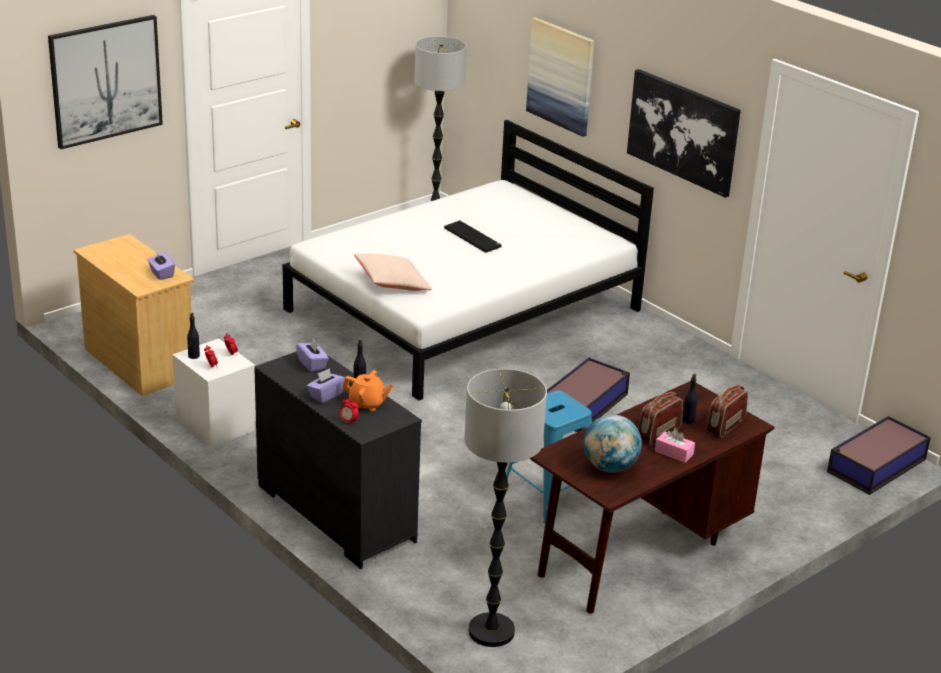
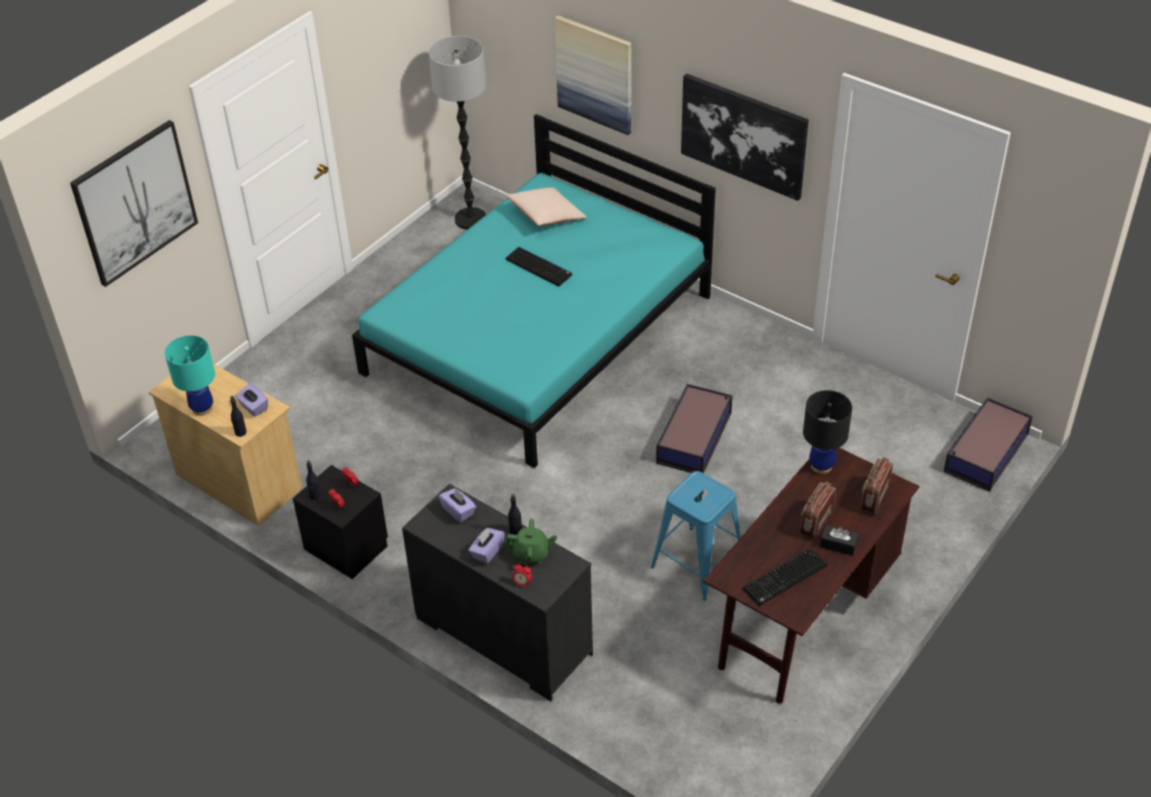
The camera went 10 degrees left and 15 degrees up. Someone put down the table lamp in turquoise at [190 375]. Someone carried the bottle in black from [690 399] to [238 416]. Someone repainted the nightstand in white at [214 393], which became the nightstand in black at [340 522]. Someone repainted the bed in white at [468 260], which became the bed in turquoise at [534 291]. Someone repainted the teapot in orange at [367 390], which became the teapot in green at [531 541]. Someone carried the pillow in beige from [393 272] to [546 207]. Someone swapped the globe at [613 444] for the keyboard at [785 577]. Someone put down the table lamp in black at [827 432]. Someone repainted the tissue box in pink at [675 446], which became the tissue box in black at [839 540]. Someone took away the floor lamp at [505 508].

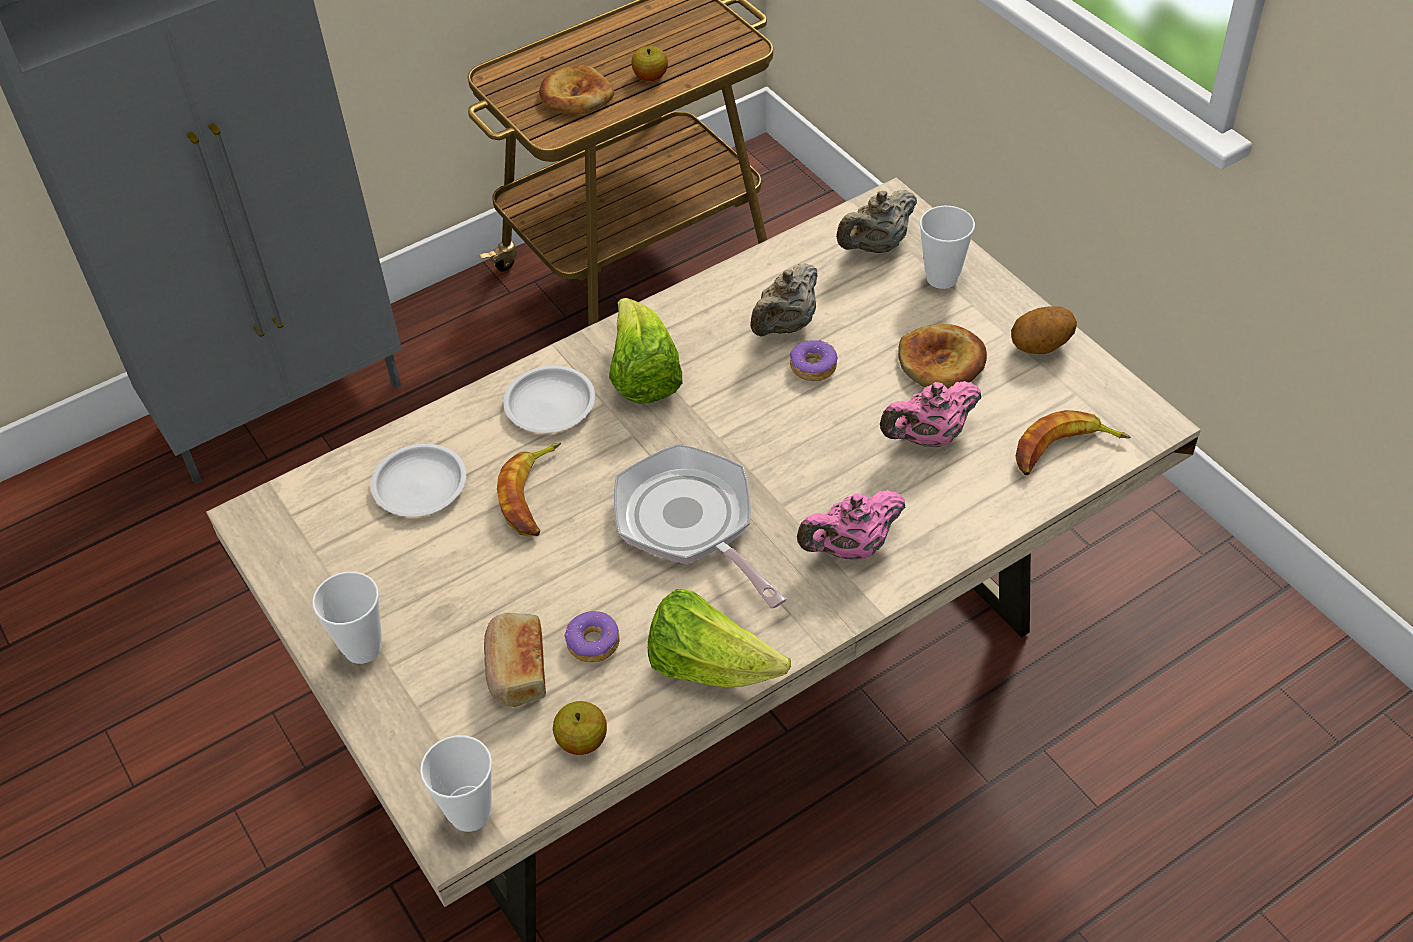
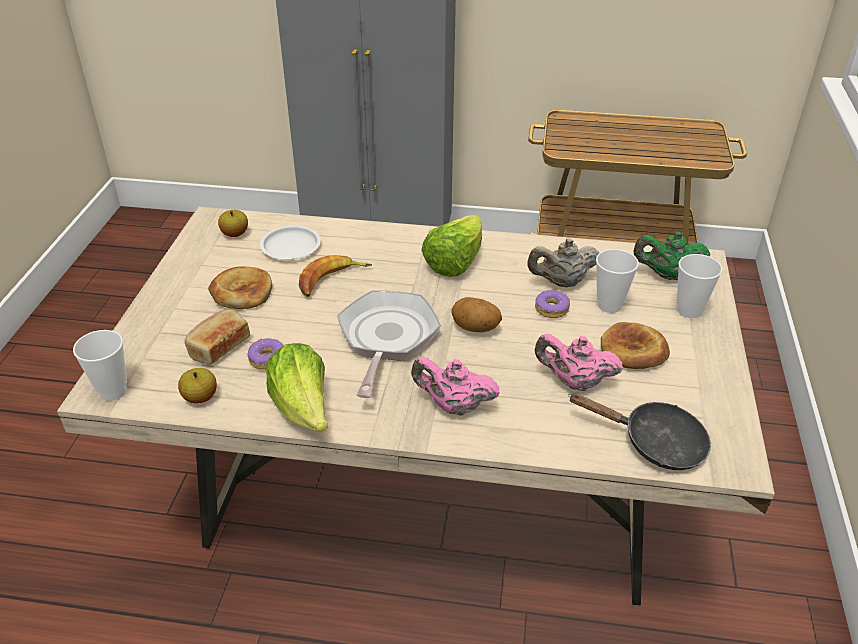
The camera went 40 degrees right and 10 degrees down. Someone carried the bread from [576 90] to [240 287]. Someone carried the apple from [649 63] to [233 223]. Someone carried the potato from [1044 330] to [476 314]. Someone swapped the banana at [1073 442] for the frying pan in black at [639 431]. Someone carried the cup from [347 618] to [617 281]. Someone repainted the teapot in beige at [876 221], which became the teapot in green at [672 255]. Someone took away the plate in white at [549 399].

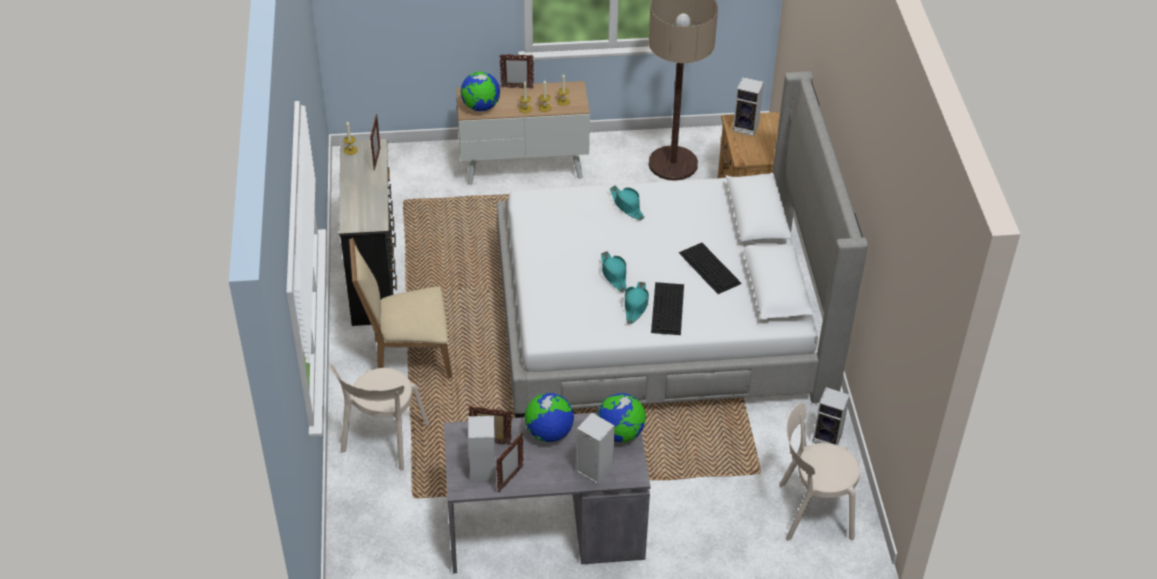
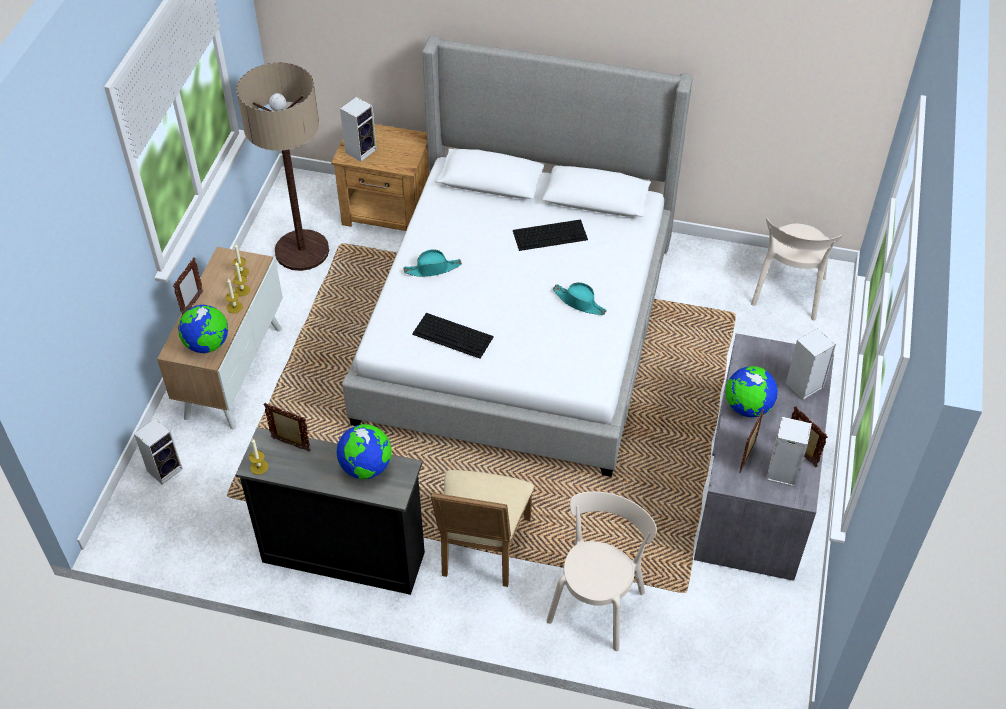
The camera went 70 degrees left and 5 degrees up. Someone carried the speaker from [831 416] to [158 451]. Someone carried the globe from [621 417] to [364 451]. Someone carried the keyboard from [667 308] to [453 336]. Someone rotated the chair in beige at [379 417] by 105 degrees counterclockwise. Someone took away the hat in turquoise at [614 271].

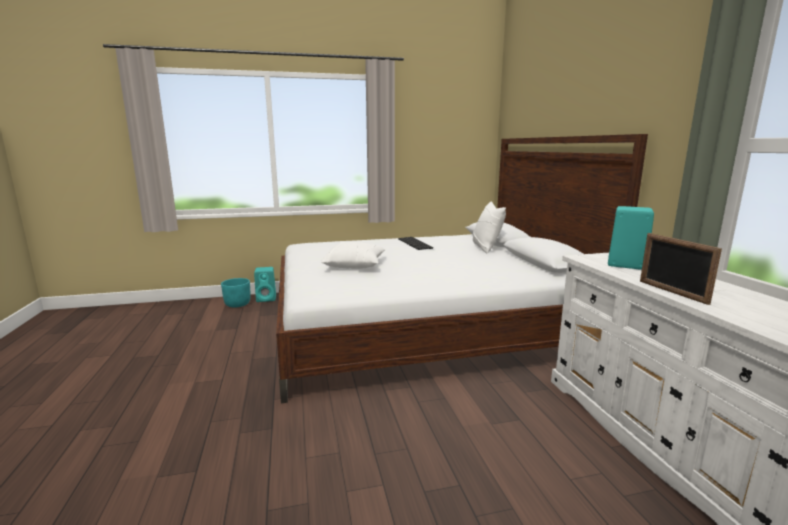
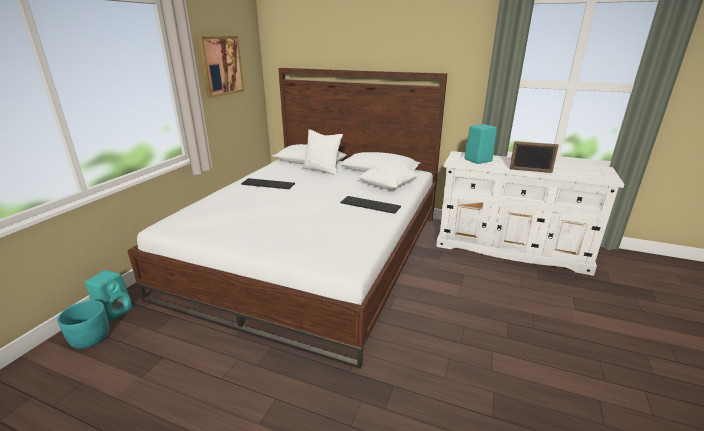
The camera went 55 degrees left and 10 degrees up. Someone put up the picture at [221 67]. Someone put down the keyboard at [370 205]. Someone carried the pillow in white from [353 255] to [388 176].

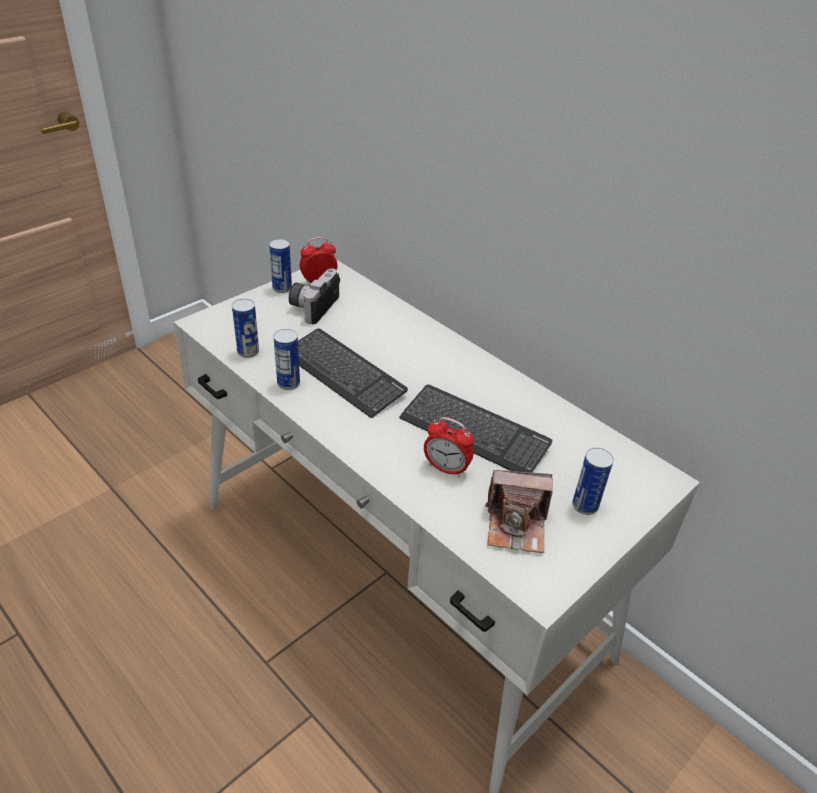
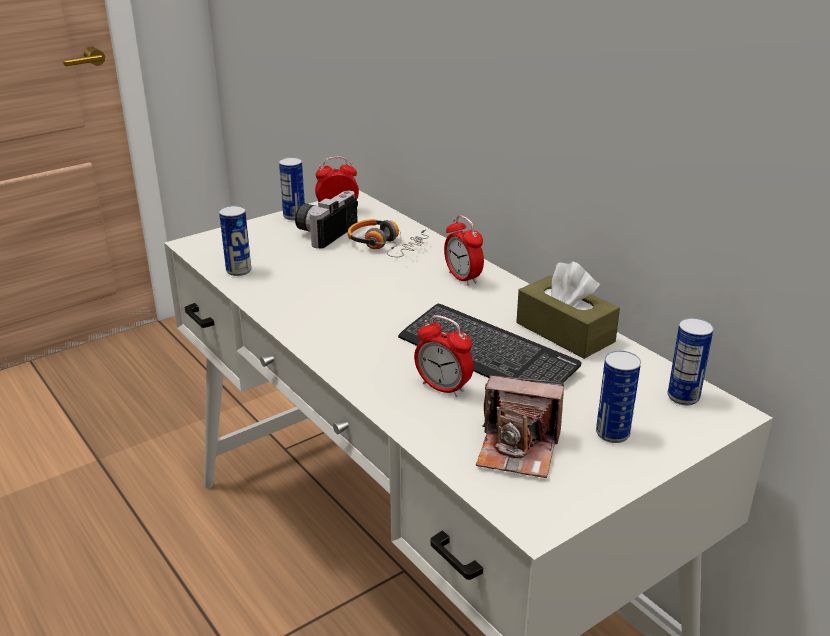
The camera went 10 degrees right and 10 degrees down. Someone put down the headphones at [388 238]. Someone put down the alarm clock at [464 250]. Someone put down the tissue box in brown at [568 310]. Someone carried the can from [287 359] to [690 361]. Someone took away the keyboard at [353 373].

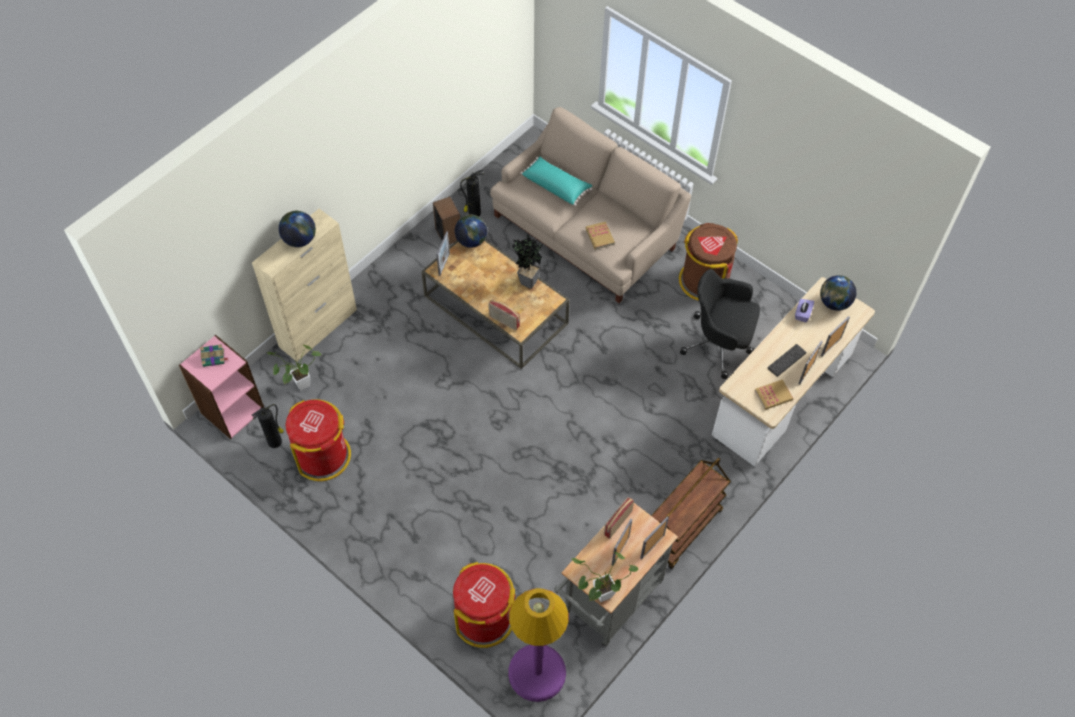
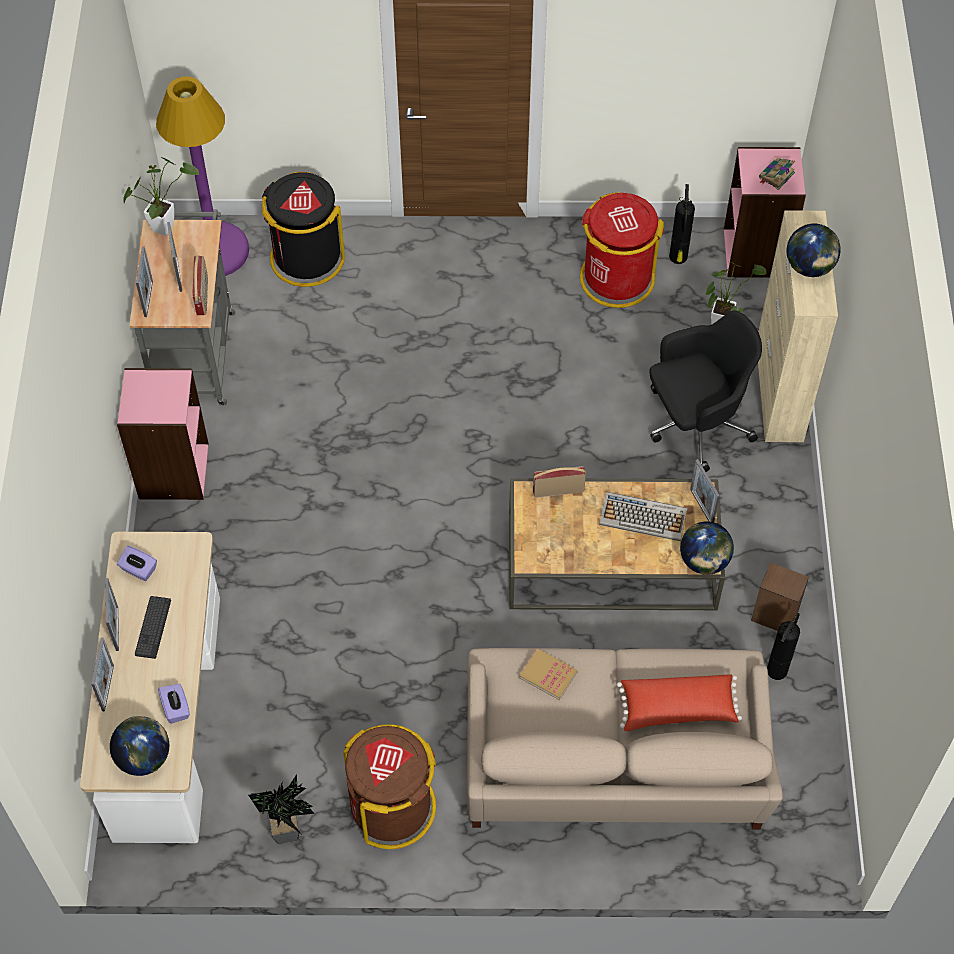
The camera went 140 degrees right and 0 degrees up. Someone swapped the cart in brown at [691 513] for the bookcase in pink at [163 434]. Someone swapped the book at [774 394] for the tissue box in purple at [137 563]. Someone carried the potted plant from [527 261] to [281 809]. Someone repainted the trash can in red at [484 605], which became the trash can in black at [303 229]. Someone put down the keyboard at [643 516]. Someone repainted the pillow in turquoise at [556 181], which became the pillow in red at [679 702]. Someone carried the office chair in black from [720 324] to [705 391].

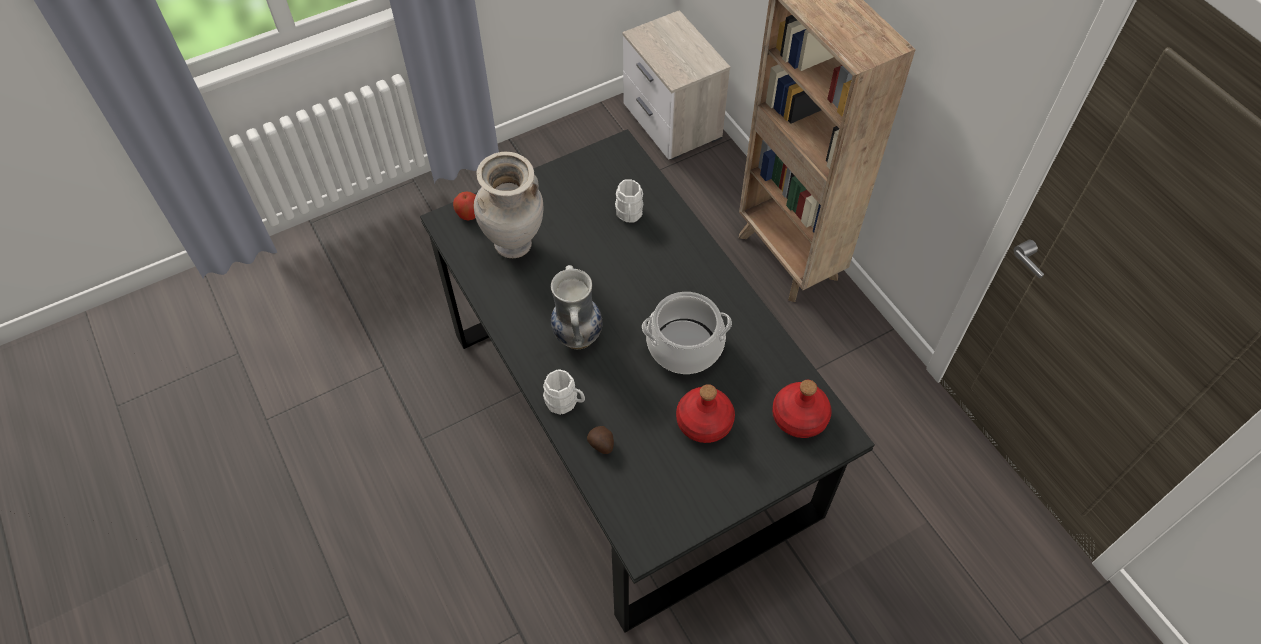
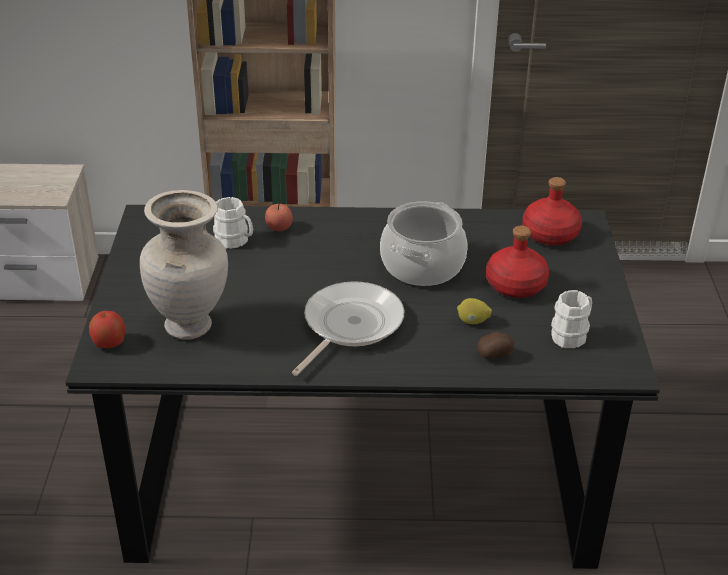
The camera went 60 degrees left and 20 degrees down. Someone put down the apple at [279 216]. Someone swapped the vase at [576 307] for the frying pan at [348 328]. Someone put down the lemon at [474 311]. Someone carried the mug in white from [564 392] to [571 319].

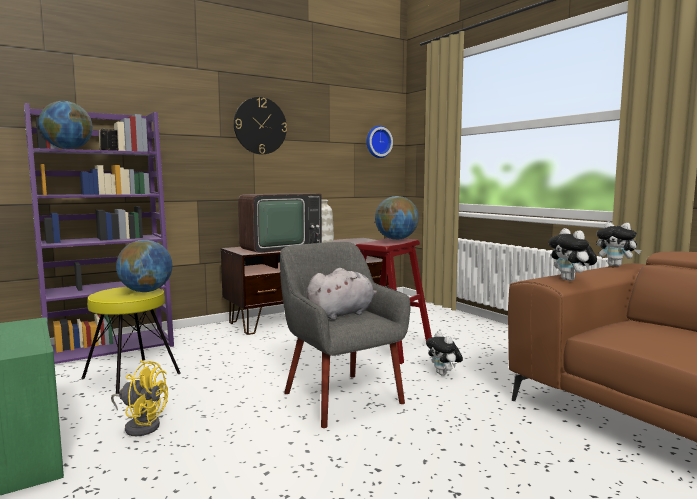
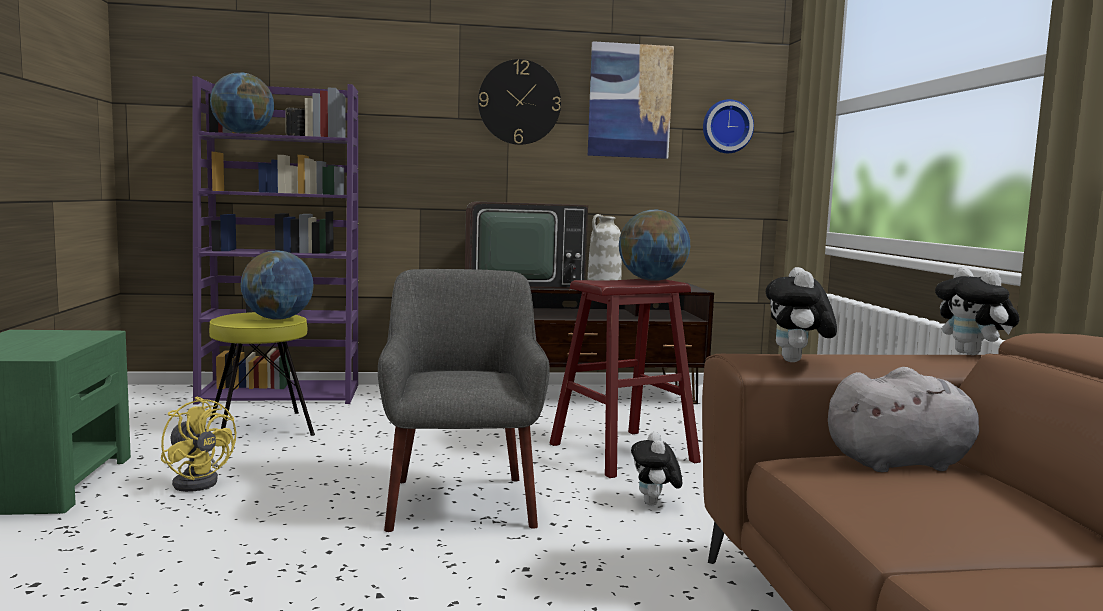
The camera went 25 degrees right and 0 degrees up. Someone put up the picture at [631 100]. Someone carried the plush toy in grey from [342 294] to [904 419].

